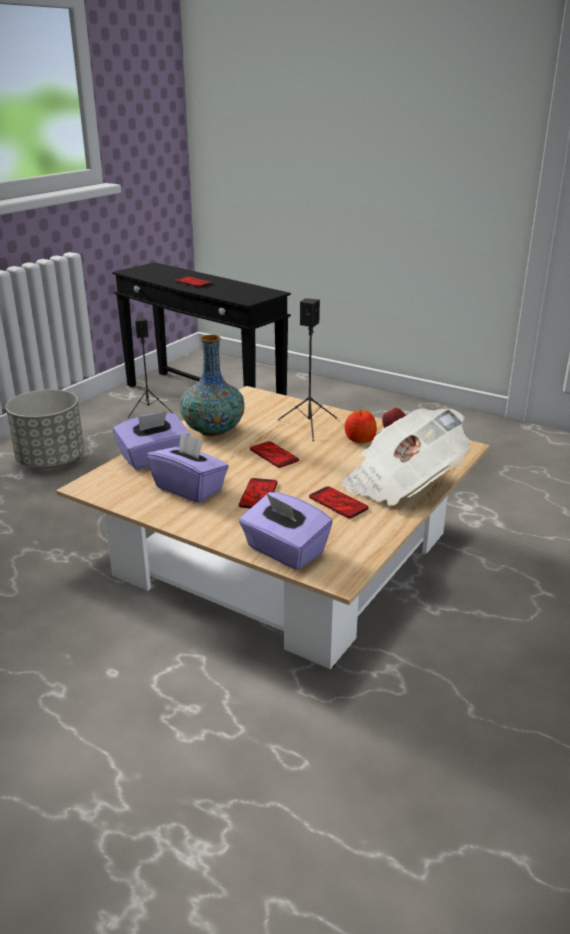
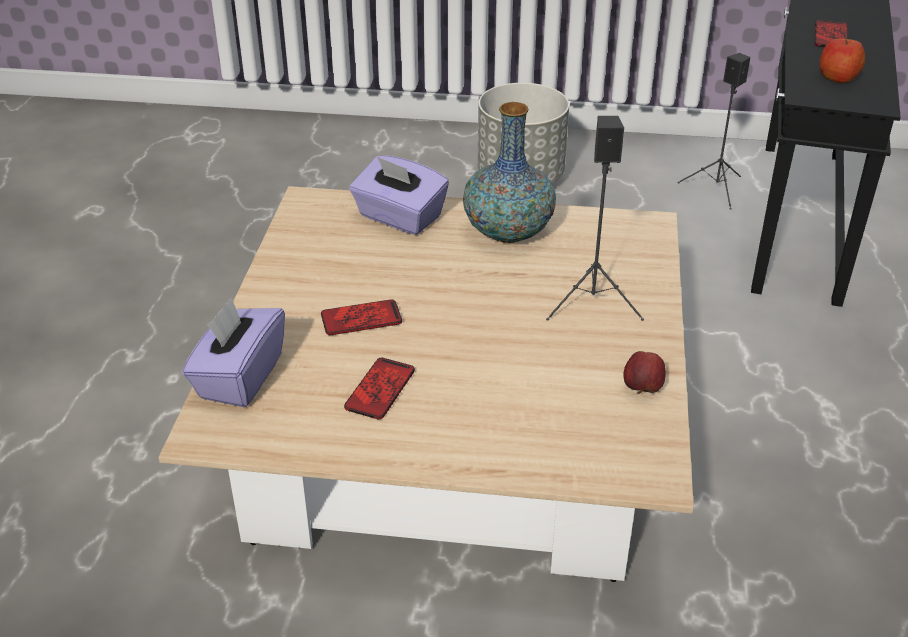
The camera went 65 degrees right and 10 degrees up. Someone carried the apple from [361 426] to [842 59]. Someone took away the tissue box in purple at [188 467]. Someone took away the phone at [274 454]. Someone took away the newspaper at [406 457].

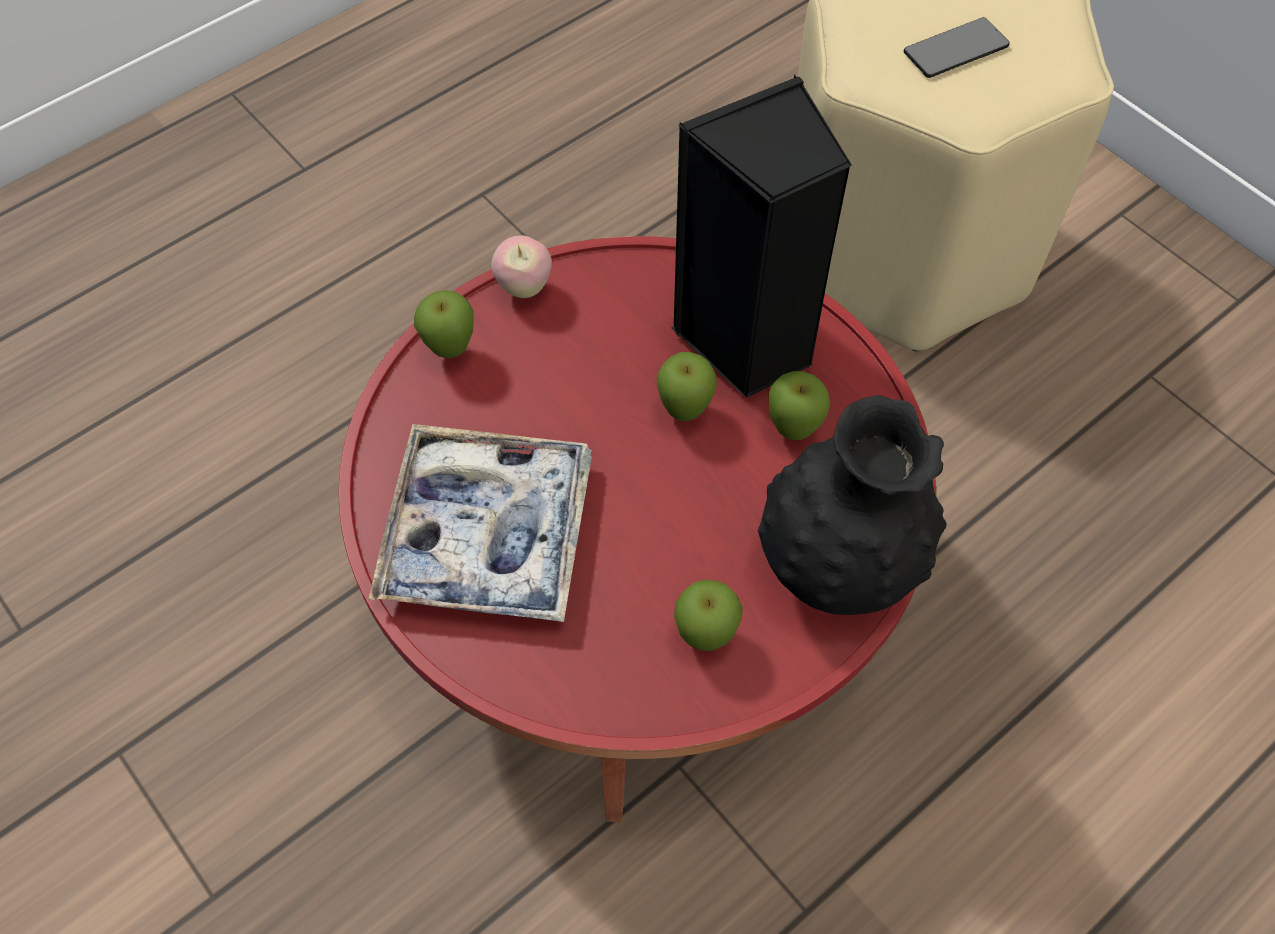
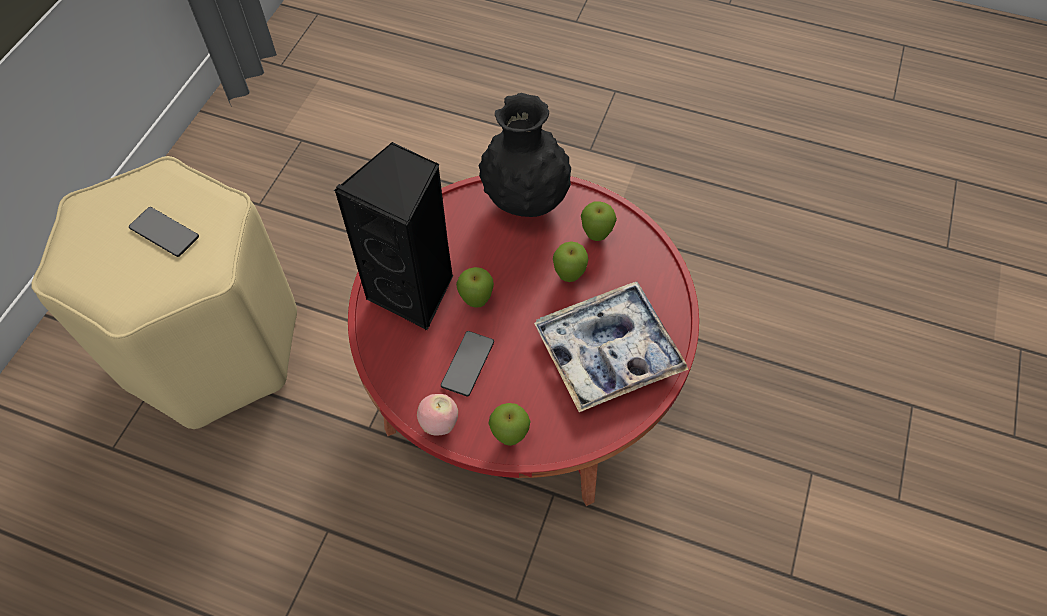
The camera went 120 degrees left and 0 degrees up. Someone put down the phone at [467 364]. Someone carried the apple from [799 405] to [570 261].

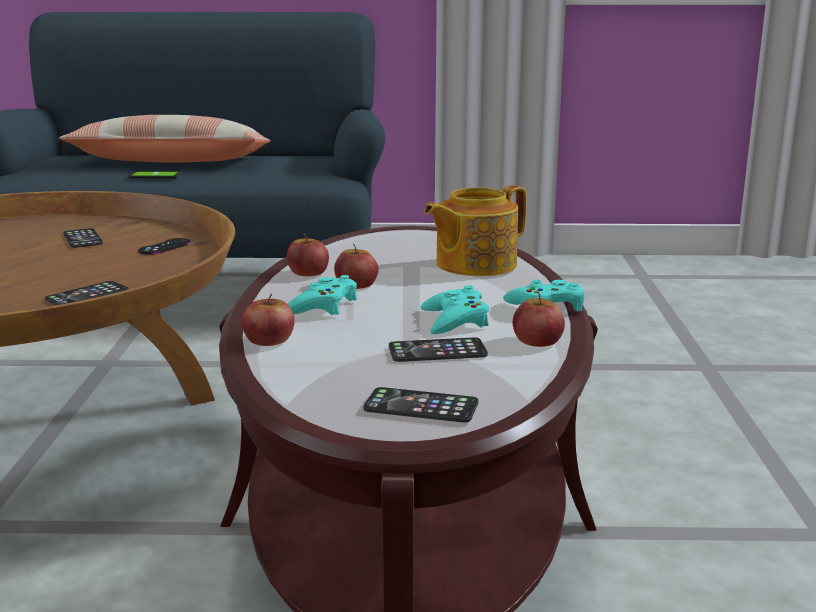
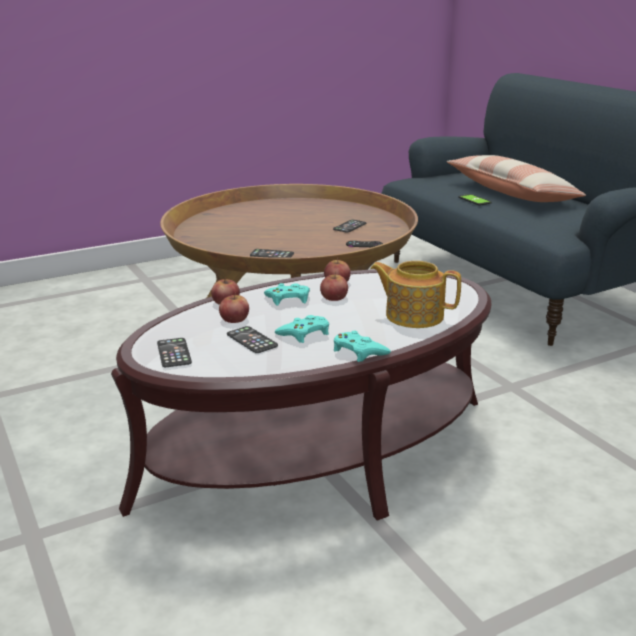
The camera went 60 degrees right and 5 degrees up. Someone carried the apple from [539 320] to [234 308].

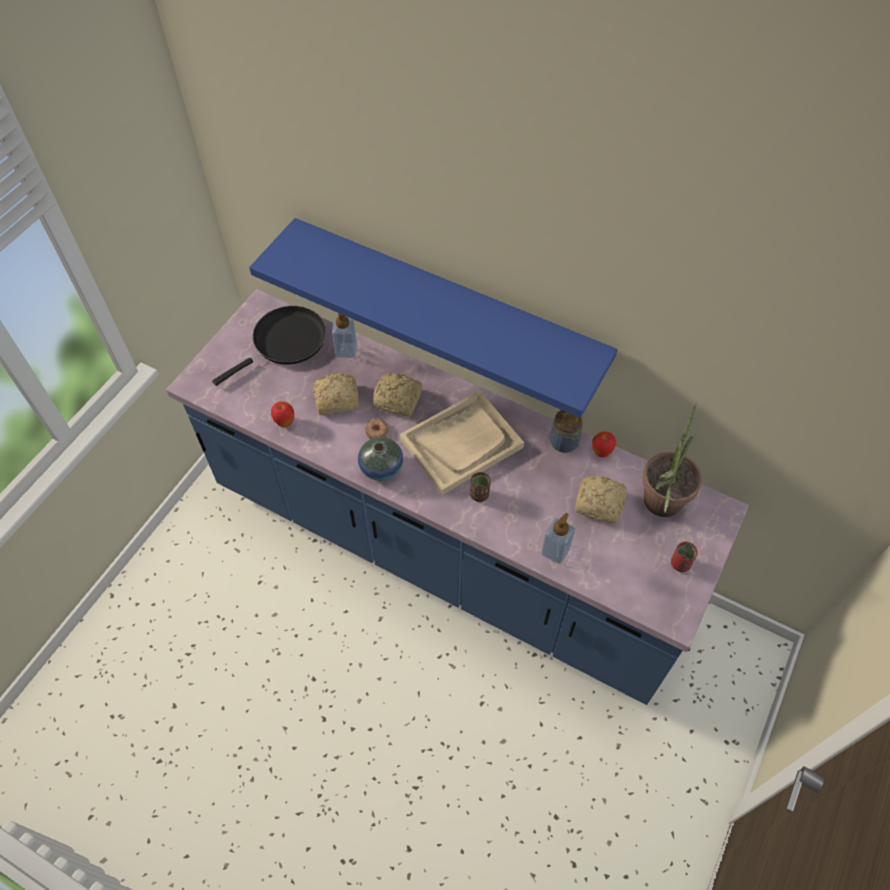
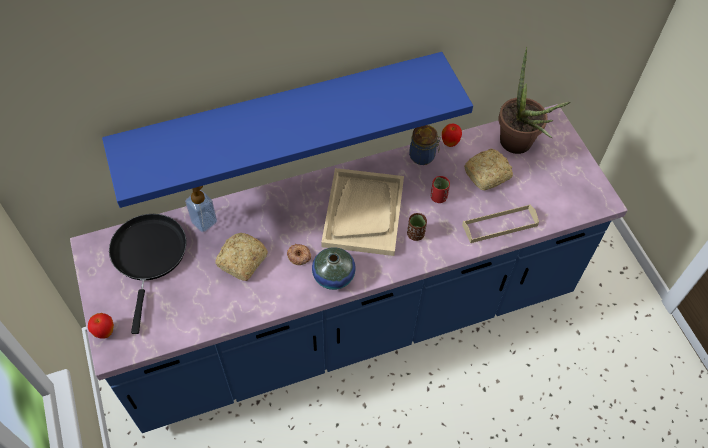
The camera went 50 degrees left and 0 degrees up. Someone carried the apple from [282 414] to [101 326]. Someone carried the cup in red from [684 557] to [440 189]. Someone swapped the soap dispenser at [558 538] for the tray in beige at [500 223]. Someone took away the bread at [397 394].

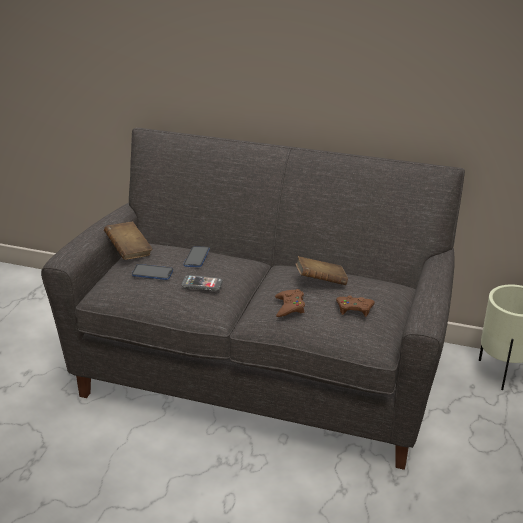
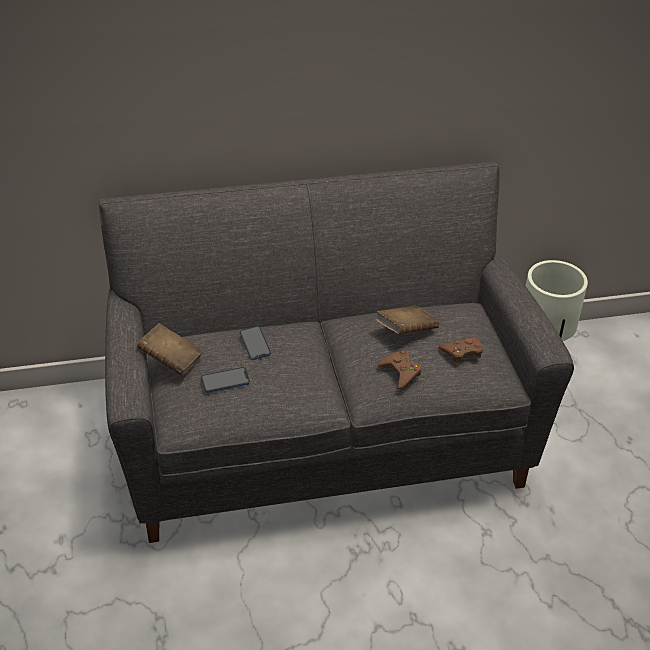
The camera went 30 degrees left and 10 degrees up. Someone took away the phone at [202 283].

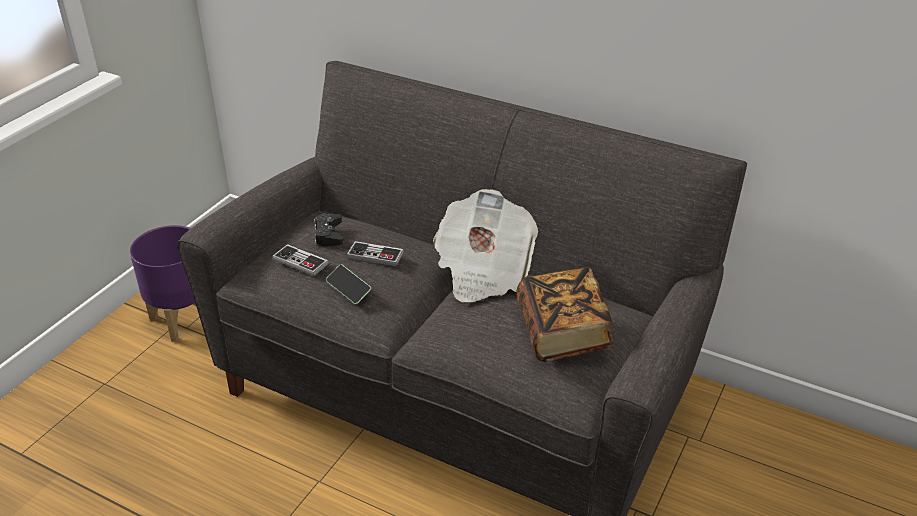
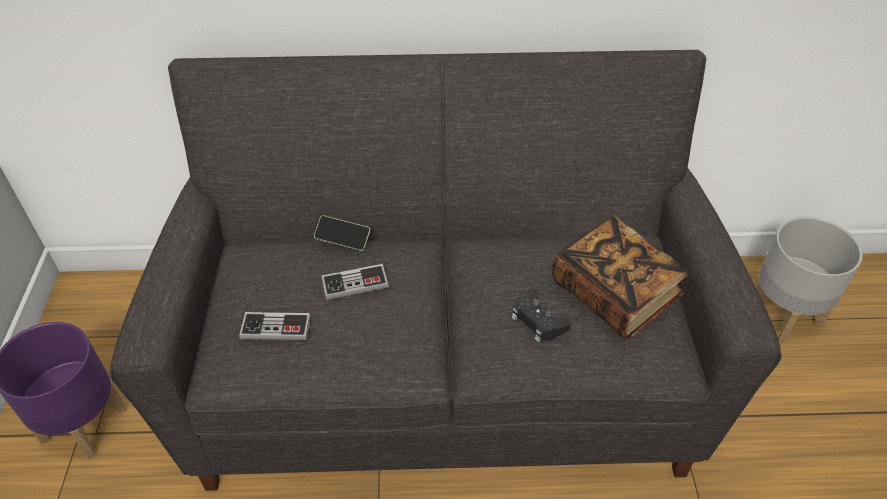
The camera went 30 degrees left and 10 degrees up. Someone carried the phone from [348 284] to [342 233]. Someone carried the game controller in black from [329 230] to [541 315]. Someone put down the planter in grey at [808 280]. Someone took away the newspaper at [485 246].

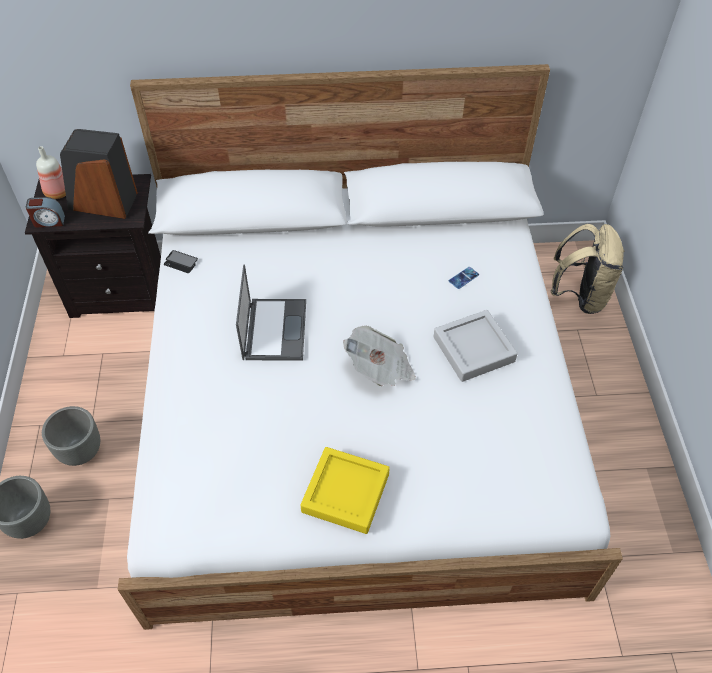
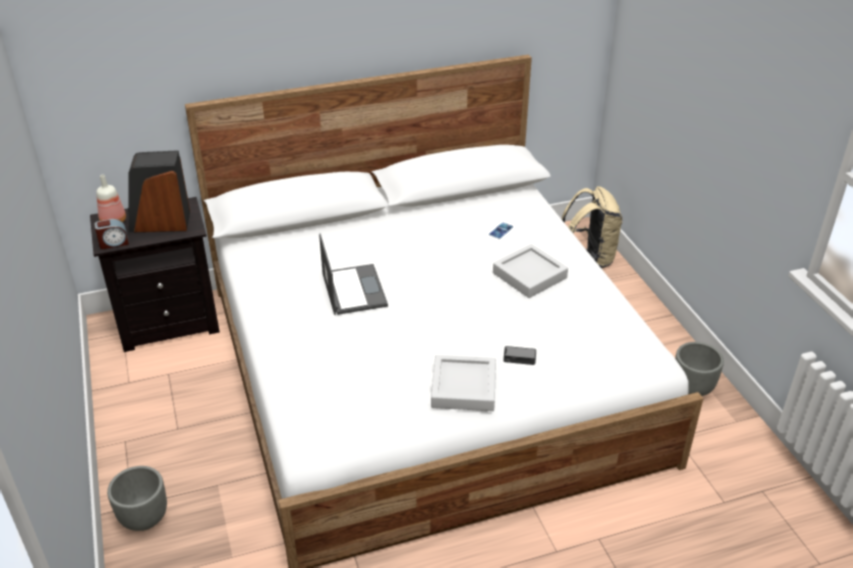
The camera went 15 degrees left and 15 degrees down. Someone repainted the tray in yellow at [345 490], which became the tray in grey at [463 383]. Someone carried the phone from [181 261] to [519 355]. Someone carried the planter in grey from [71 436] to [699 369]. Someone took away the newspaper at [379 356].

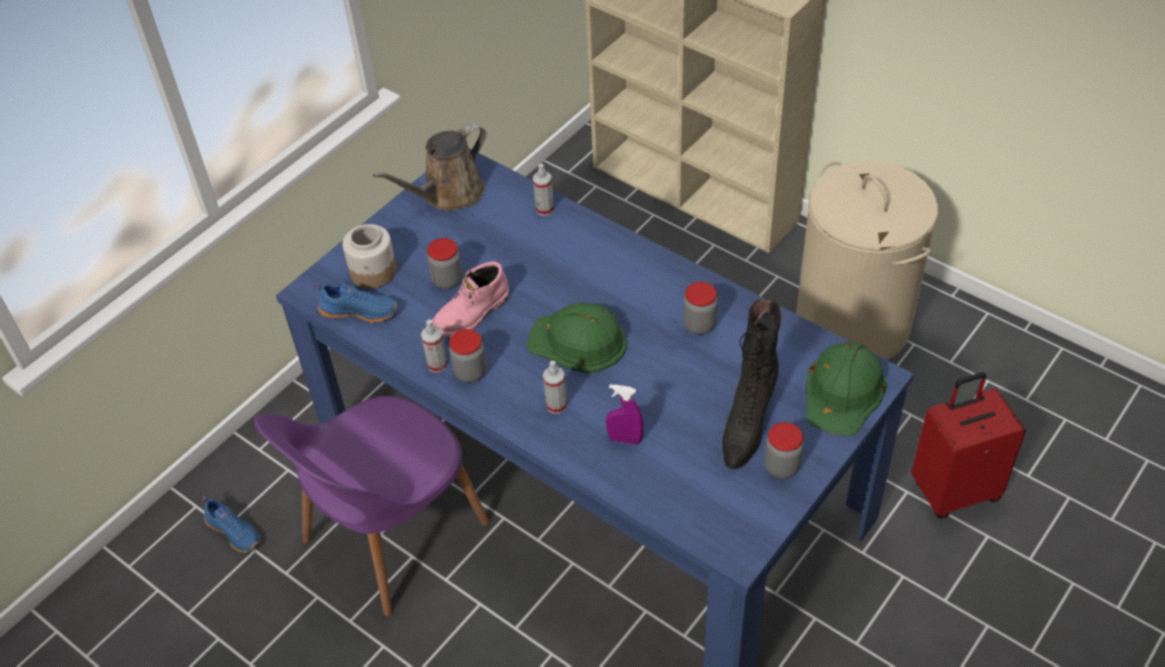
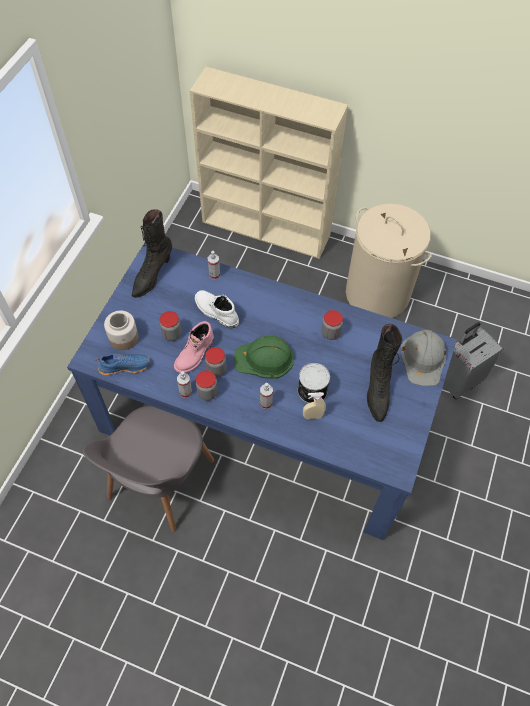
The camera went 20 degrees left and 10 degrees up. Someone repainted the chair in purple at [372 506], which became the chair in grey at [148 469]. Someone swapped the watering can in brown at [429 167] for the boot in black at [152 253]. Someone put down the boot in white at [217 309]. Someone carried the jar from [784 450] to [215 362]. Someone put down the can at [314 383]. Someone repainted the spray bottle in purple at [625 414], which became the spray bottle in beige at [314 405]. Someone repainted the hard hat in green at [846 388], which became the hard hat in grey at [423 358]. Someone repainted the suitcase in red at [968 445], which became the suitcase in grey at [473 360]. Someone took away the shoe in blue at [231 524].

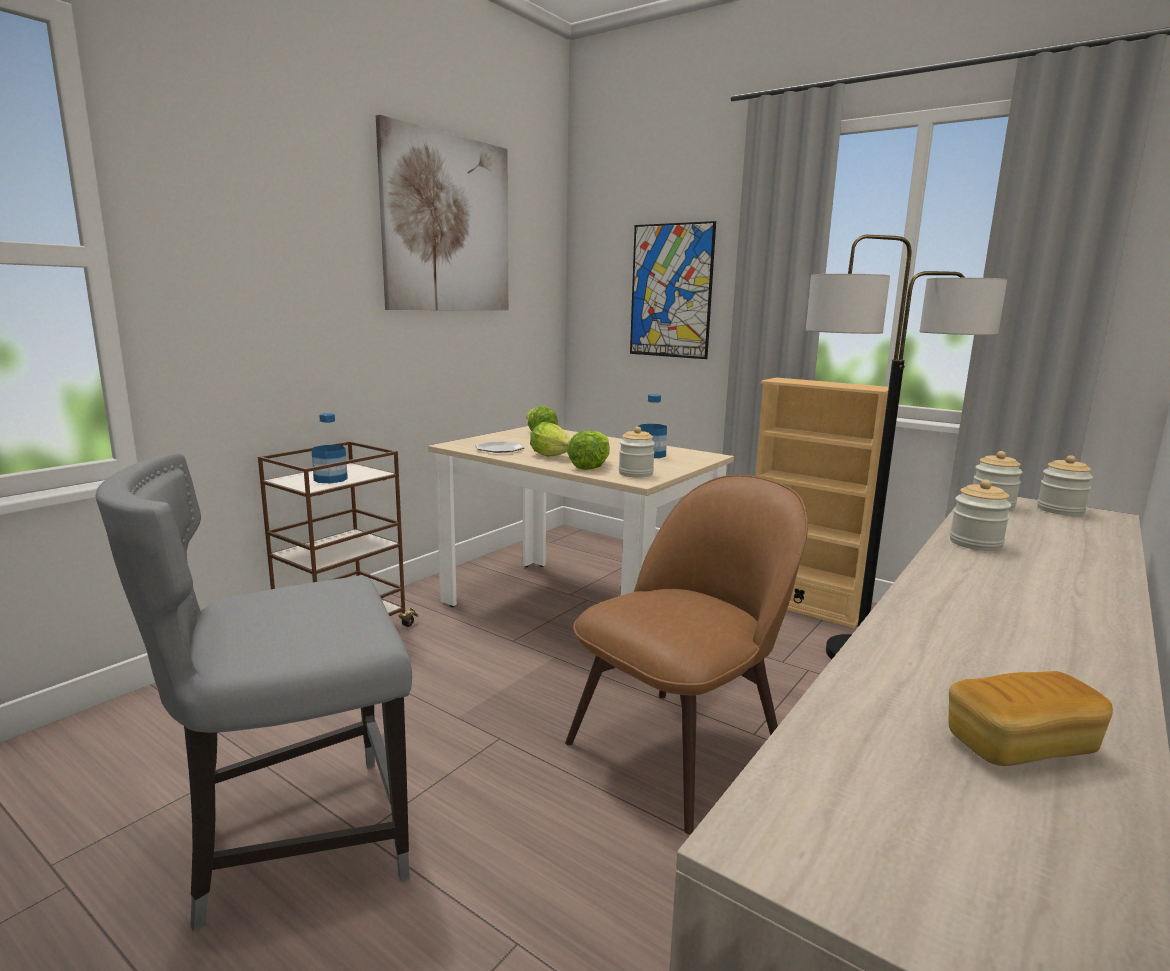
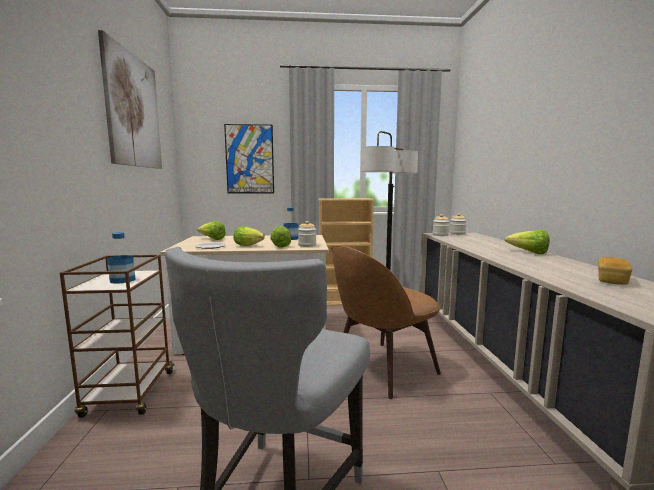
The camera went 40 degrees left and 5 degrees down. Someone rotated the chair in brown at [686 655] by 135 degrees counterclockwise. Someone put down the lettuce at [527 242]. Someone took away the jar at [980 515].

